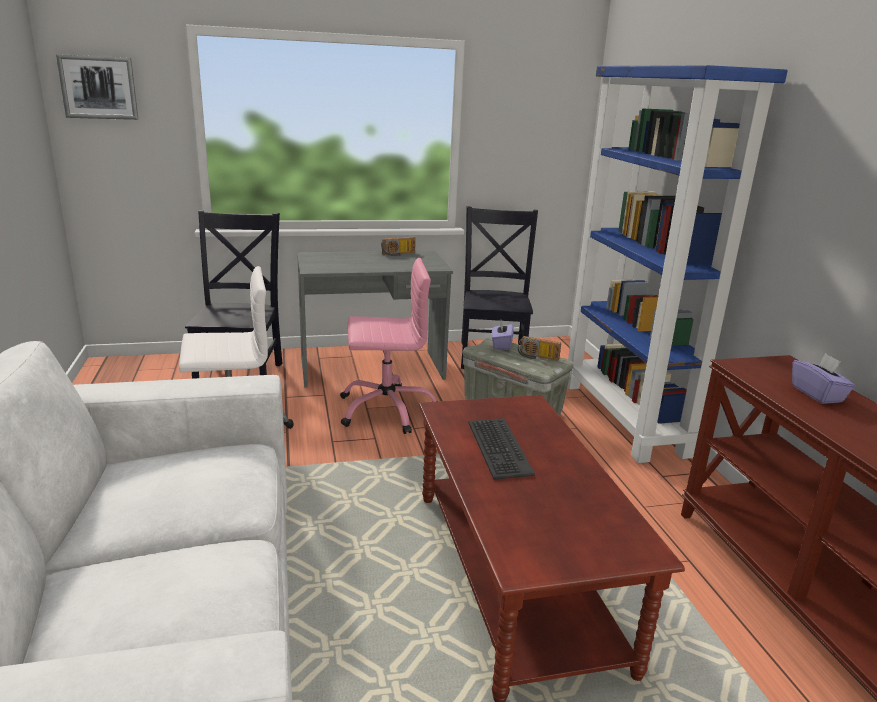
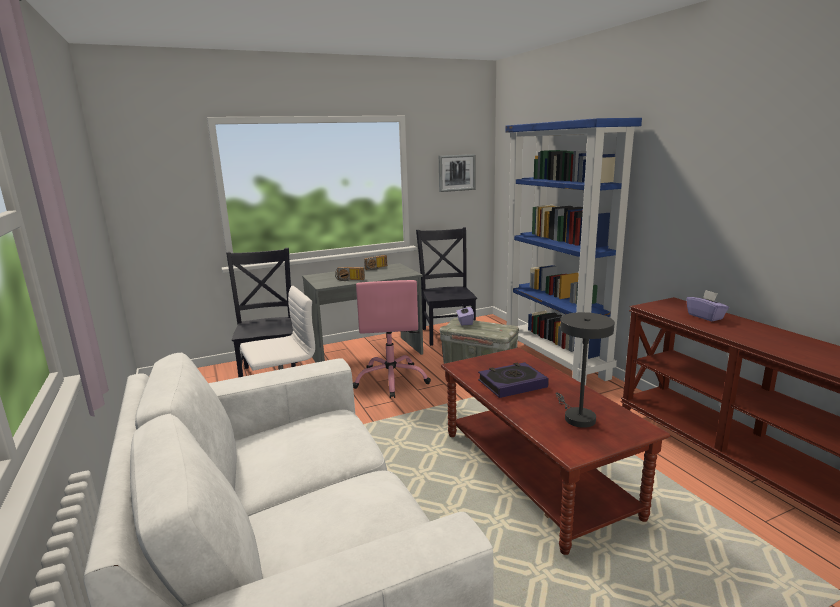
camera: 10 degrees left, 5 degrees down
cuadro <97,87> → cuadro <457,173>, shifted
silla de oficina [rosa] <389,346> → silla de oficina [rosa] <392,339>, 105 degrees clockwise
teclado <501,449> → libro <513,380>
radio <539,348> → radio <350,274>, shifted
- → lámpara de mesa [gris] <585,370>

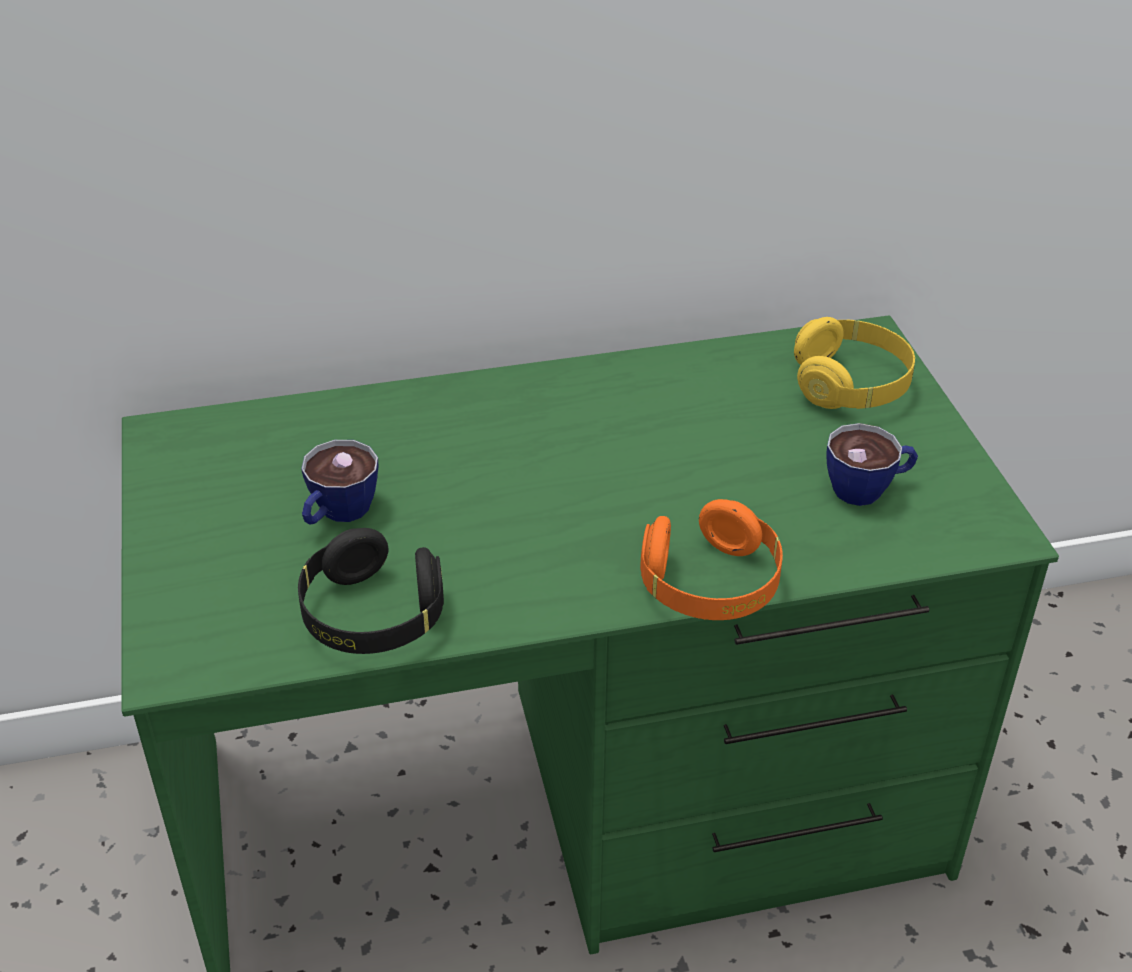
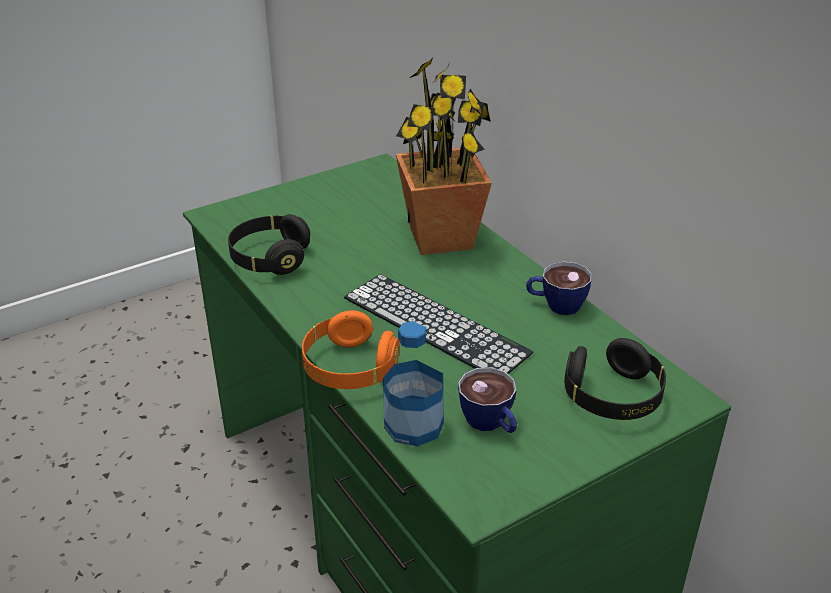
camera: 70 degrees right, 5 degrees down
taza <339,482> → taza <559,288>, shifted
auriculares [amarillo] <854,363> → auriculares [negro] <615,379>
- → teclado <438,324>
- → botella <413,383>
- → planta en maceta <444,156>

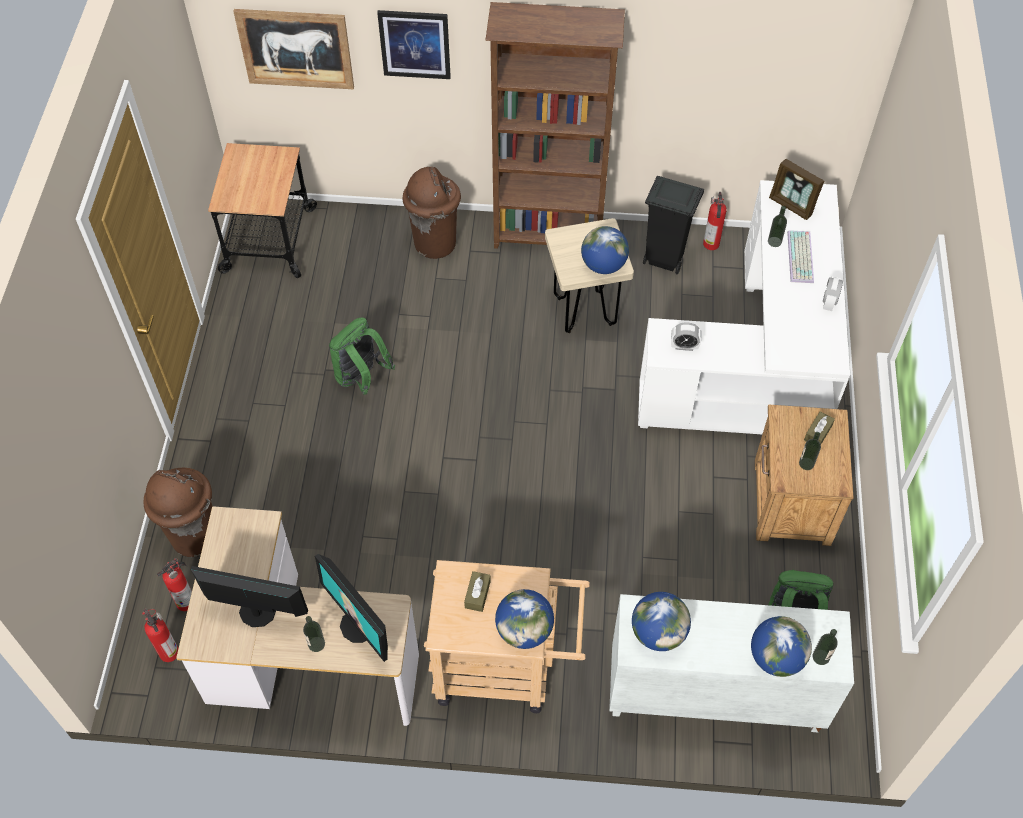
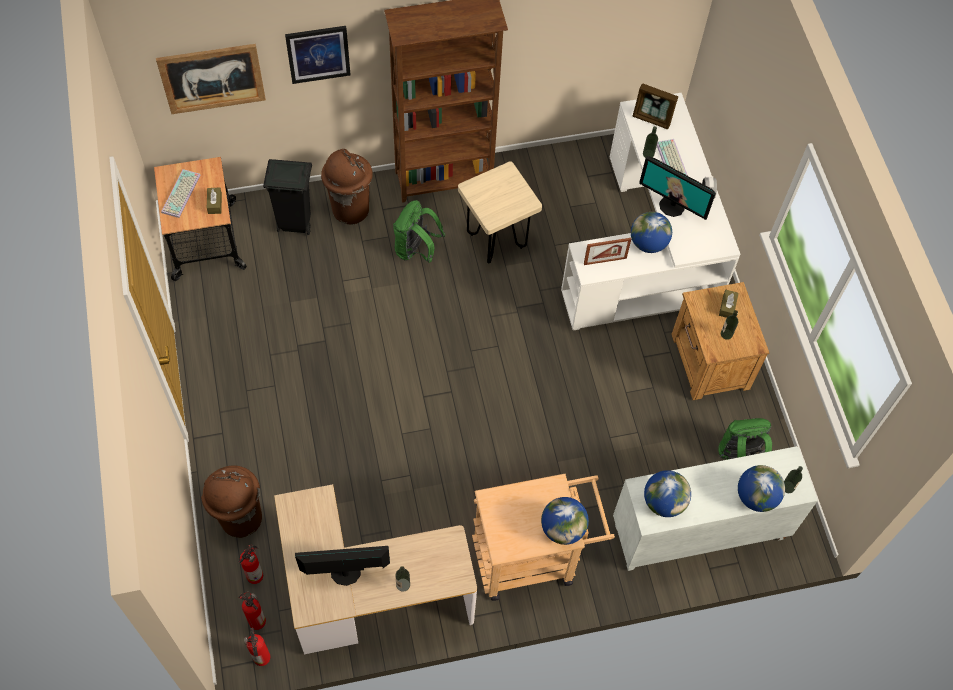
camera: 20 degrees left, 5 degrees up
monitor <351,608> → monitor <677,188>, shifted
mochila [verde] <362,356> → mochila [verde] <419,231>, shifted
caja de pañuelos [marrón] <477,591> → caja de pañuelos [marrón] <214,200>, shifted
globo terráqueo <605,250> → globo terráqueo <651,232>, shifted
papelera [negro] <673,225> → papelera [negro] <287,197>, shifted
despertador <686,337> → portarretratos <607,251>
extintor <715,221> → extintor <257,647>, shifted
- → teclado <181,193>

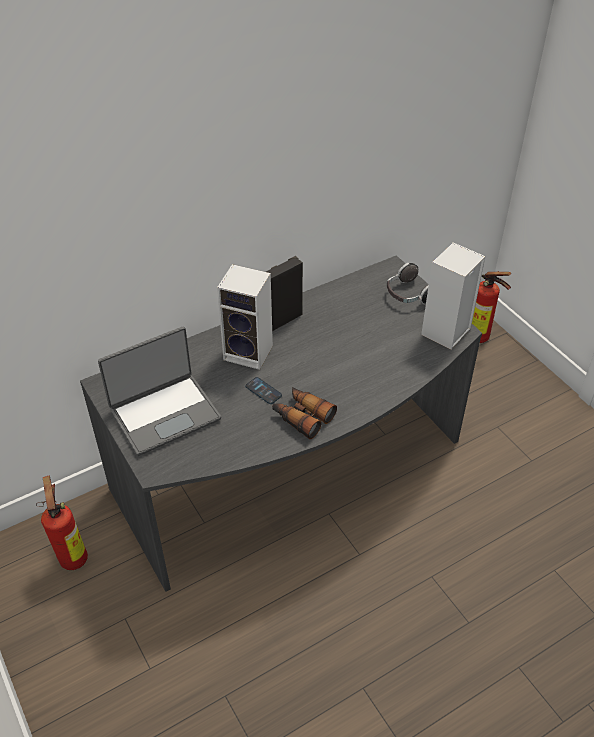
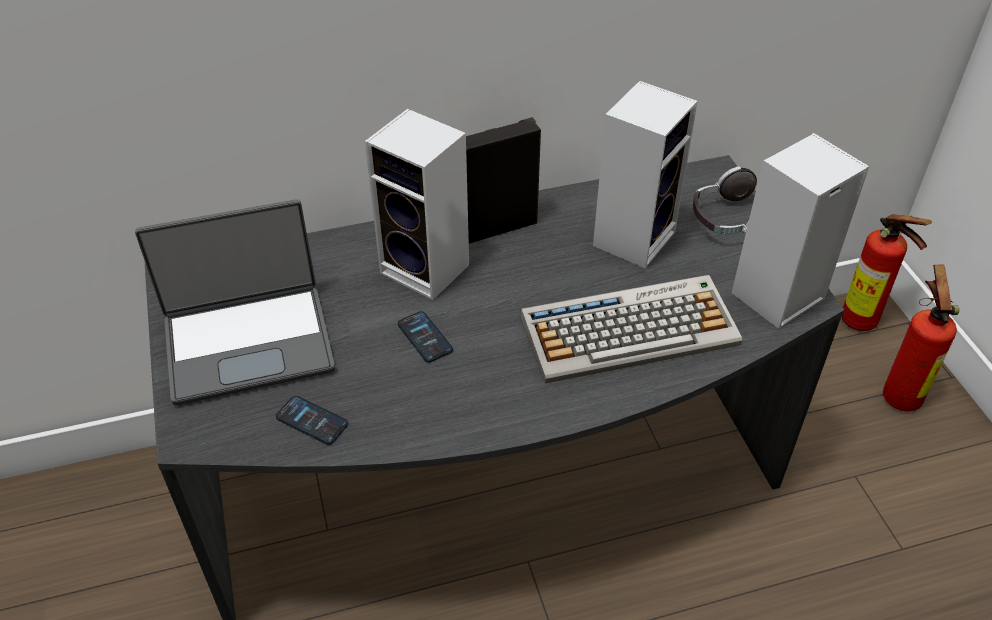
camera: 15 degrees right, 0 degrees up
extintor <62,522> → extintor <921,338>, shifted
prismáticos <304,413> → -
- → móvil <312,420>
- → teclado <631,329>
- → altavoz <645,174>

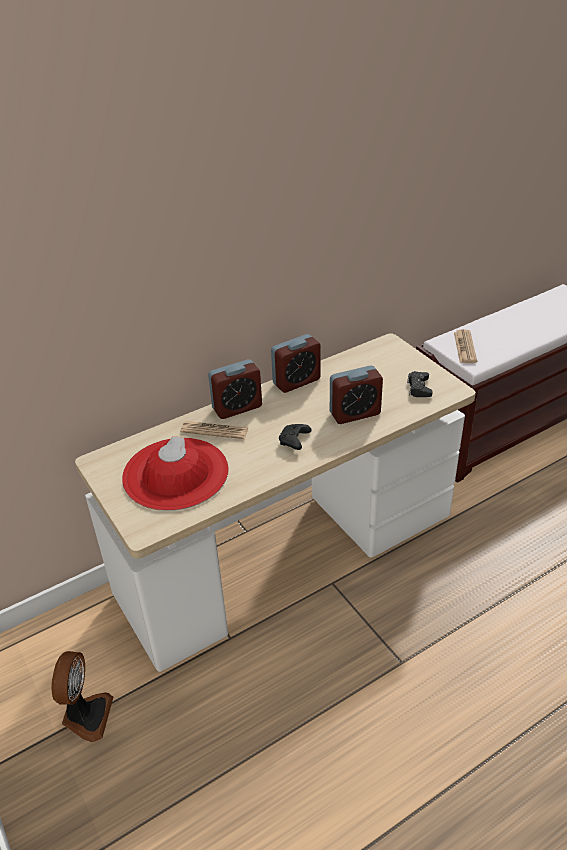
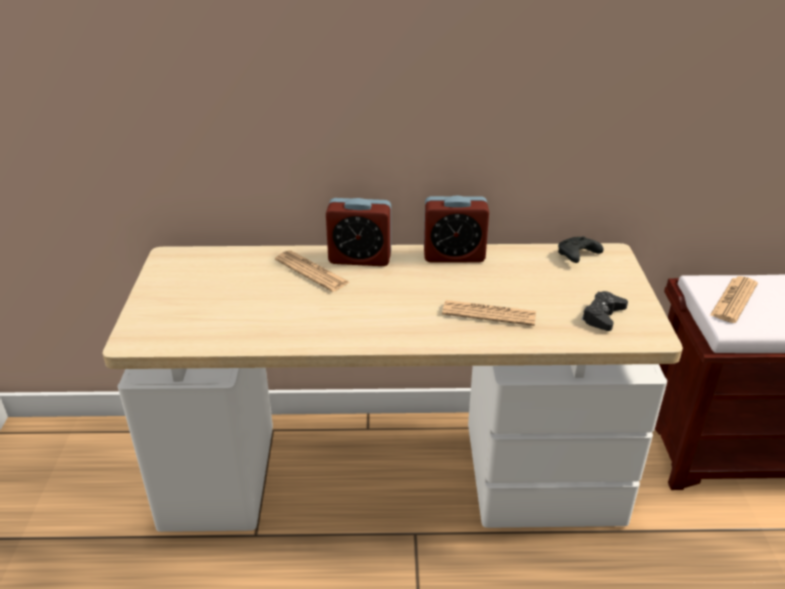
camera: 30 degrees right, 5 degrees down
ventilador <82,696> → -
sombrero [rojo] <175,474> → -
mando de consola [negro] <295,437> → mando de consola [negro] <581,249>, shifted
despertador <356,394> → periódico <489,313>

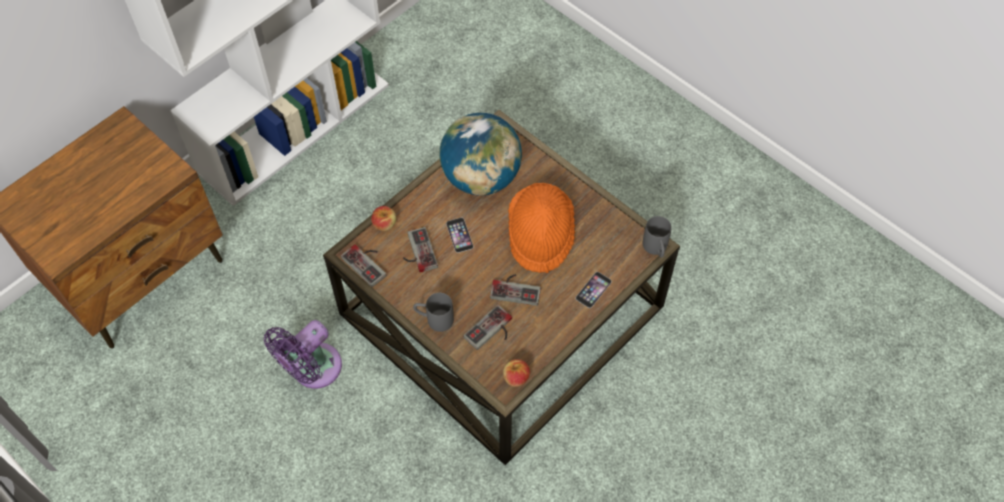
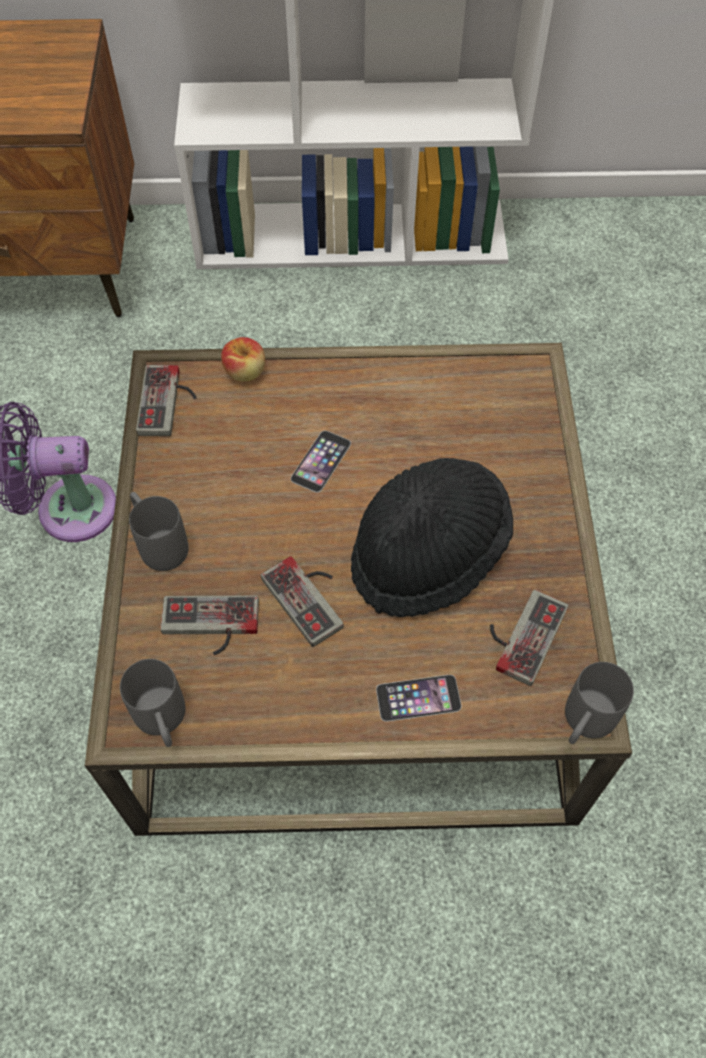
camera: 45 degrees right, 0 degrees up
mando de consola <420,250> → mando de consola <529,638>, shifted
globo terráqueo <480,154> → -
manzana <516,373> → taza grande [gris] <153,703>
sombrero [naranja] <541,228> → sombrero [negro] <432,537>

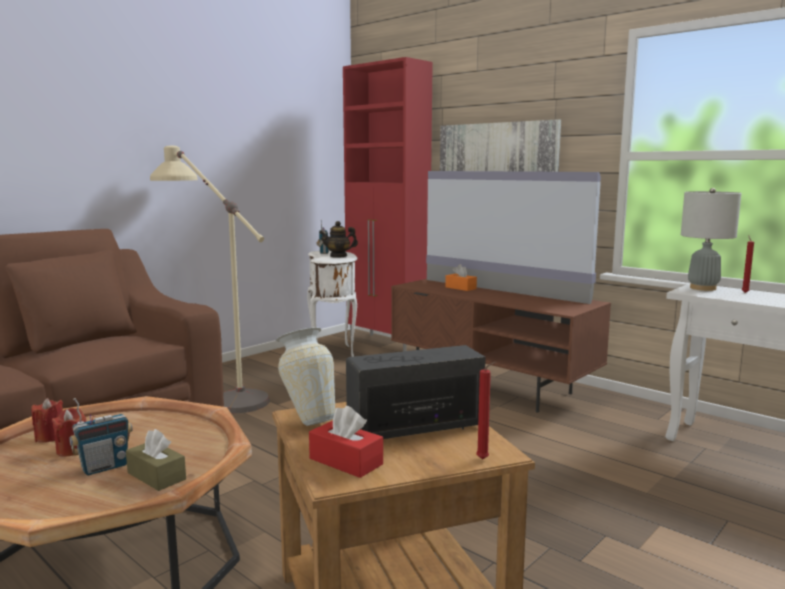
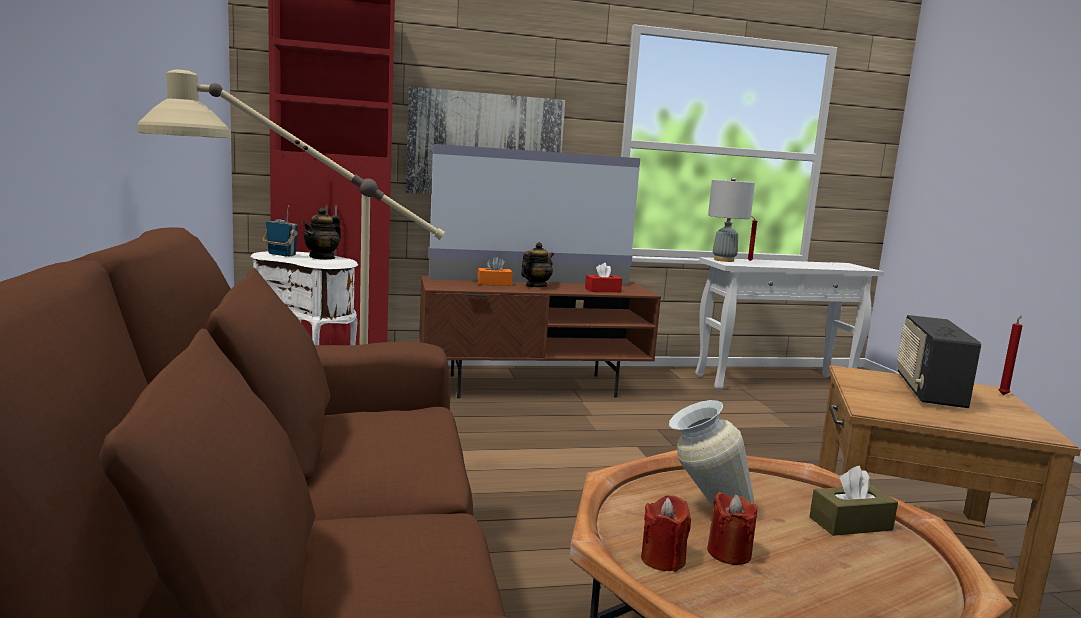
camera: 55 degrees left, 0 degrees up
radio <100,436> → -
florero <305,376> → florero <711,454>, shifted
caja de pañuelos [rojo] <346,442> → caja de pañuelos [rojo] <603,277>, shifted
- → tetera <537,264>

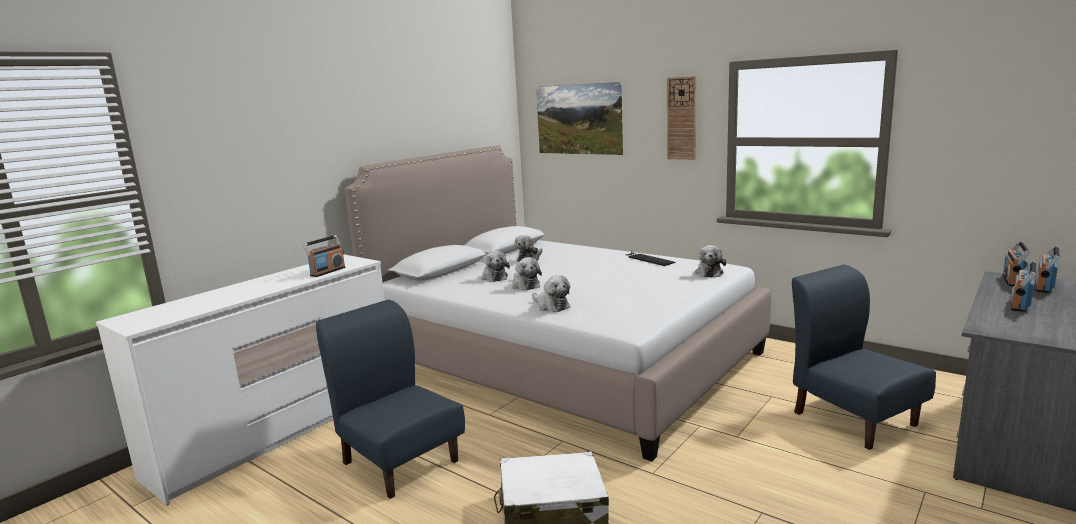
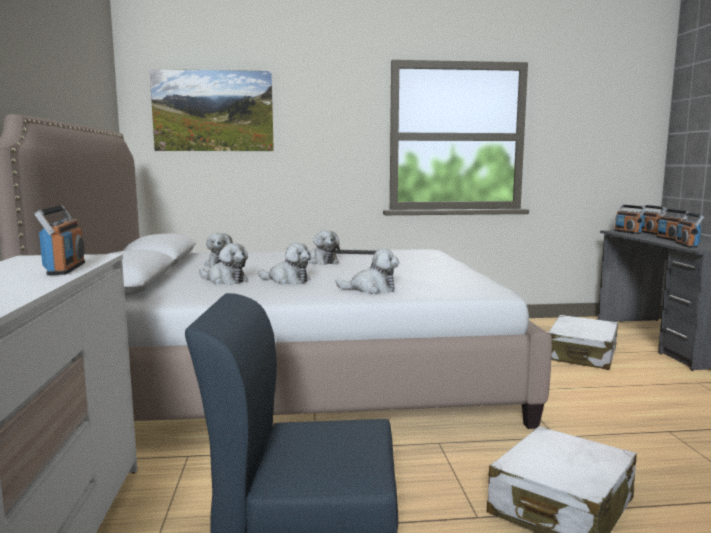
camera: 45 degrees left, 5 degrees down
reloj de pared <682,118> → -
peluche <710,261> → peluche <324,247>, shifted
silla [azul] <864,357> → maleta [blanco] <583,342>
- → radio <689,230>

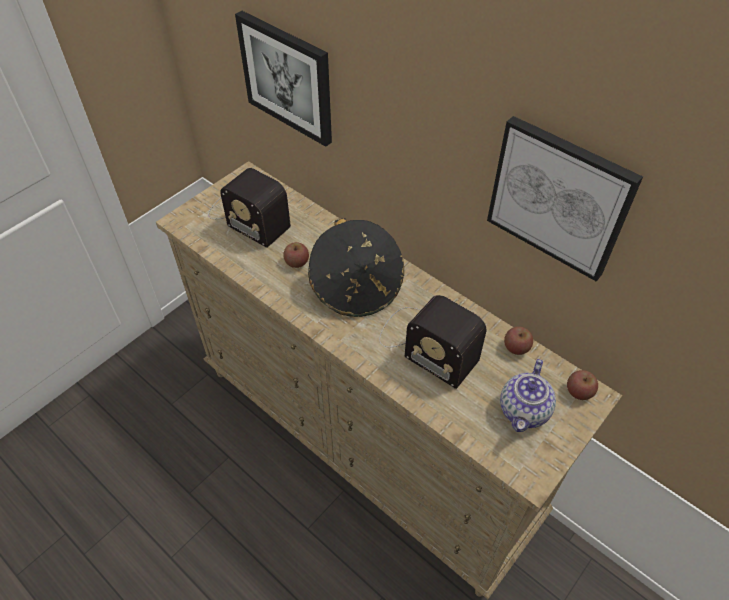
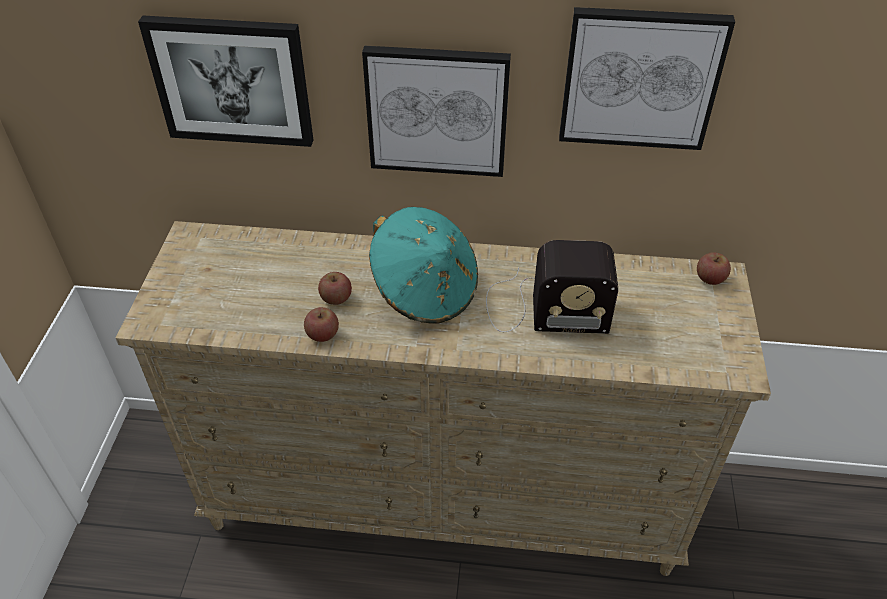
camera: 35 degrees left, 5 degrees down
radio <249,208> → -
sombrero [negro] <356,267> → sombrero [turquesa] <423,265>
tetera <528,395> → -
manzana <518,341> → manzana <321,324>, shifted
- → cuadro <436,111>

